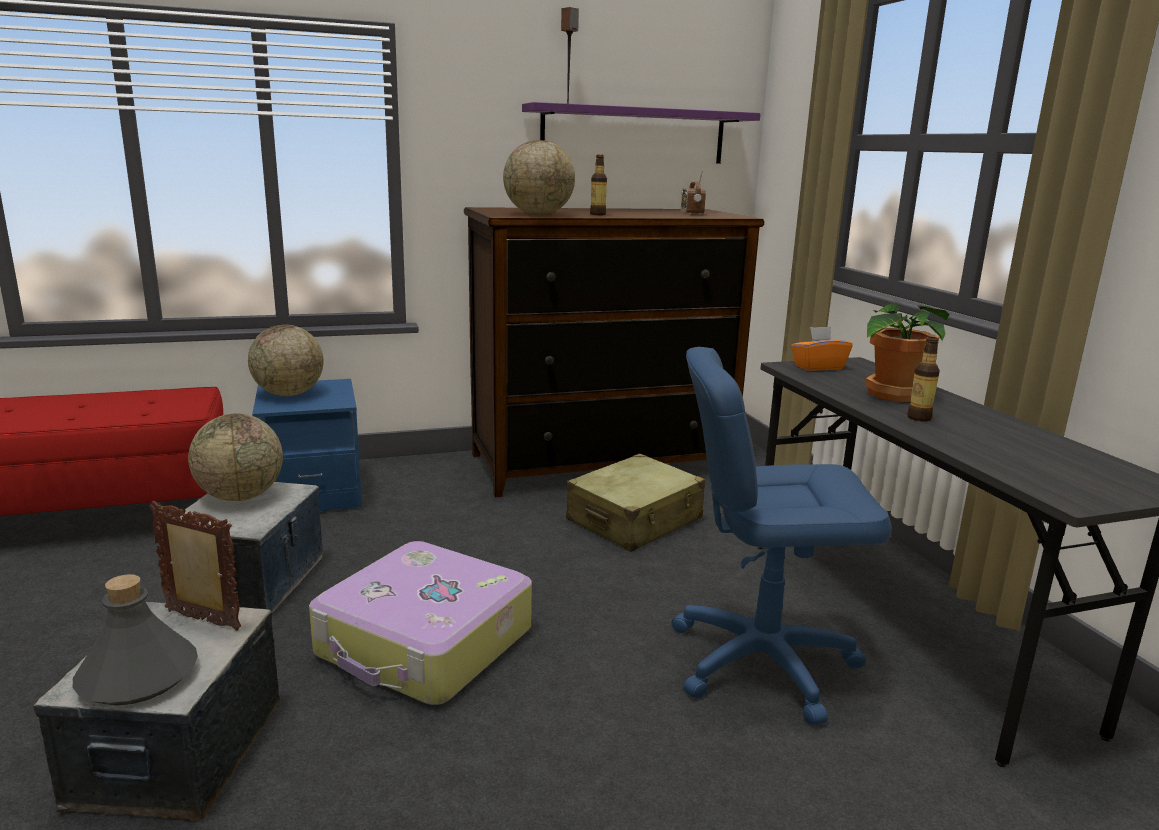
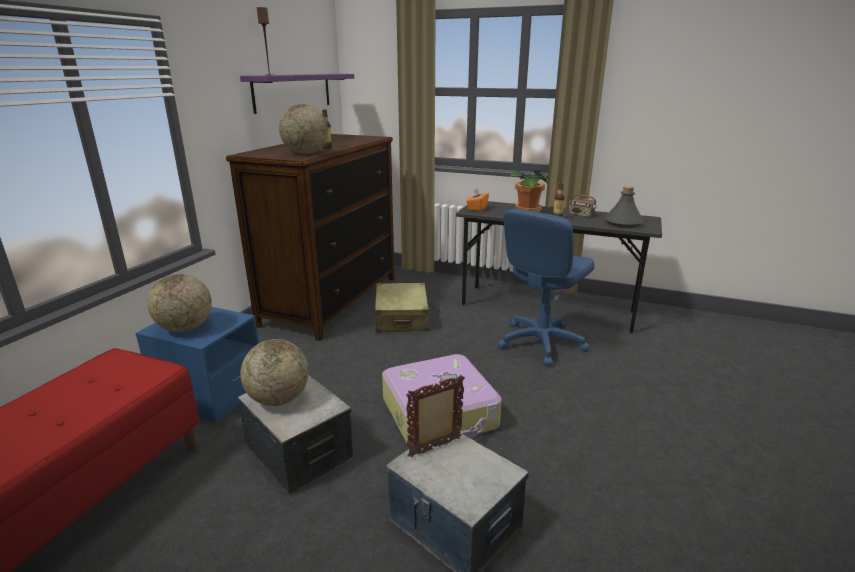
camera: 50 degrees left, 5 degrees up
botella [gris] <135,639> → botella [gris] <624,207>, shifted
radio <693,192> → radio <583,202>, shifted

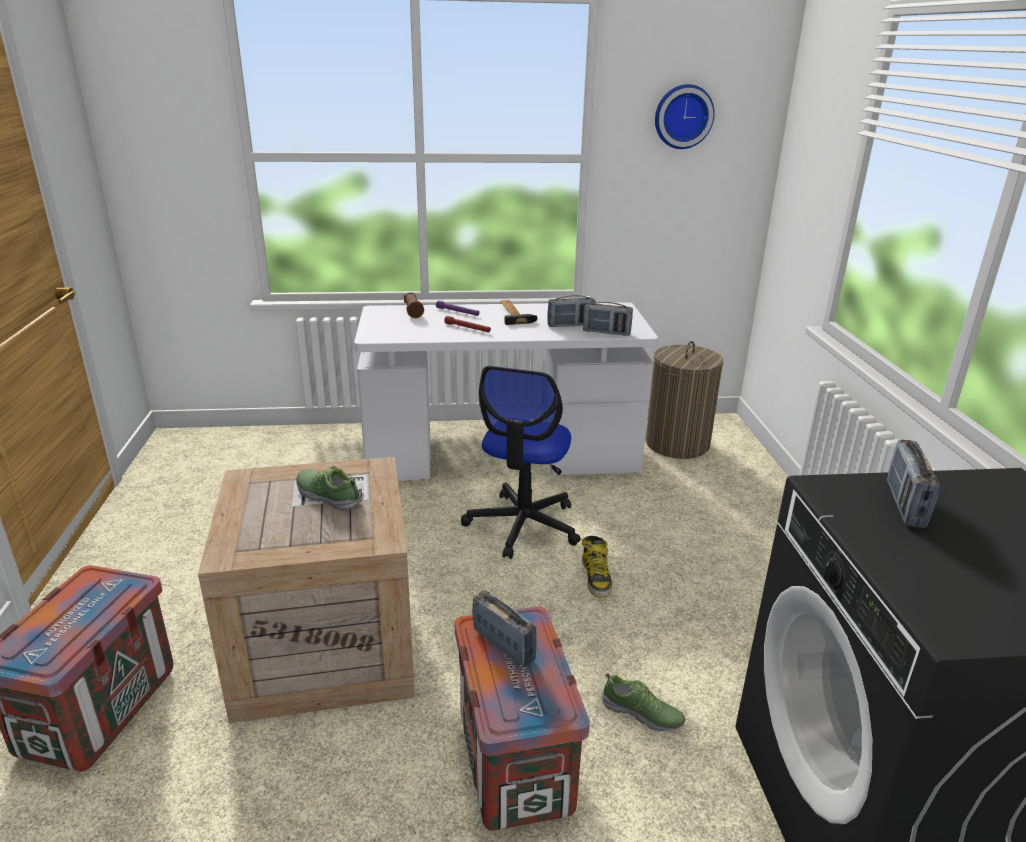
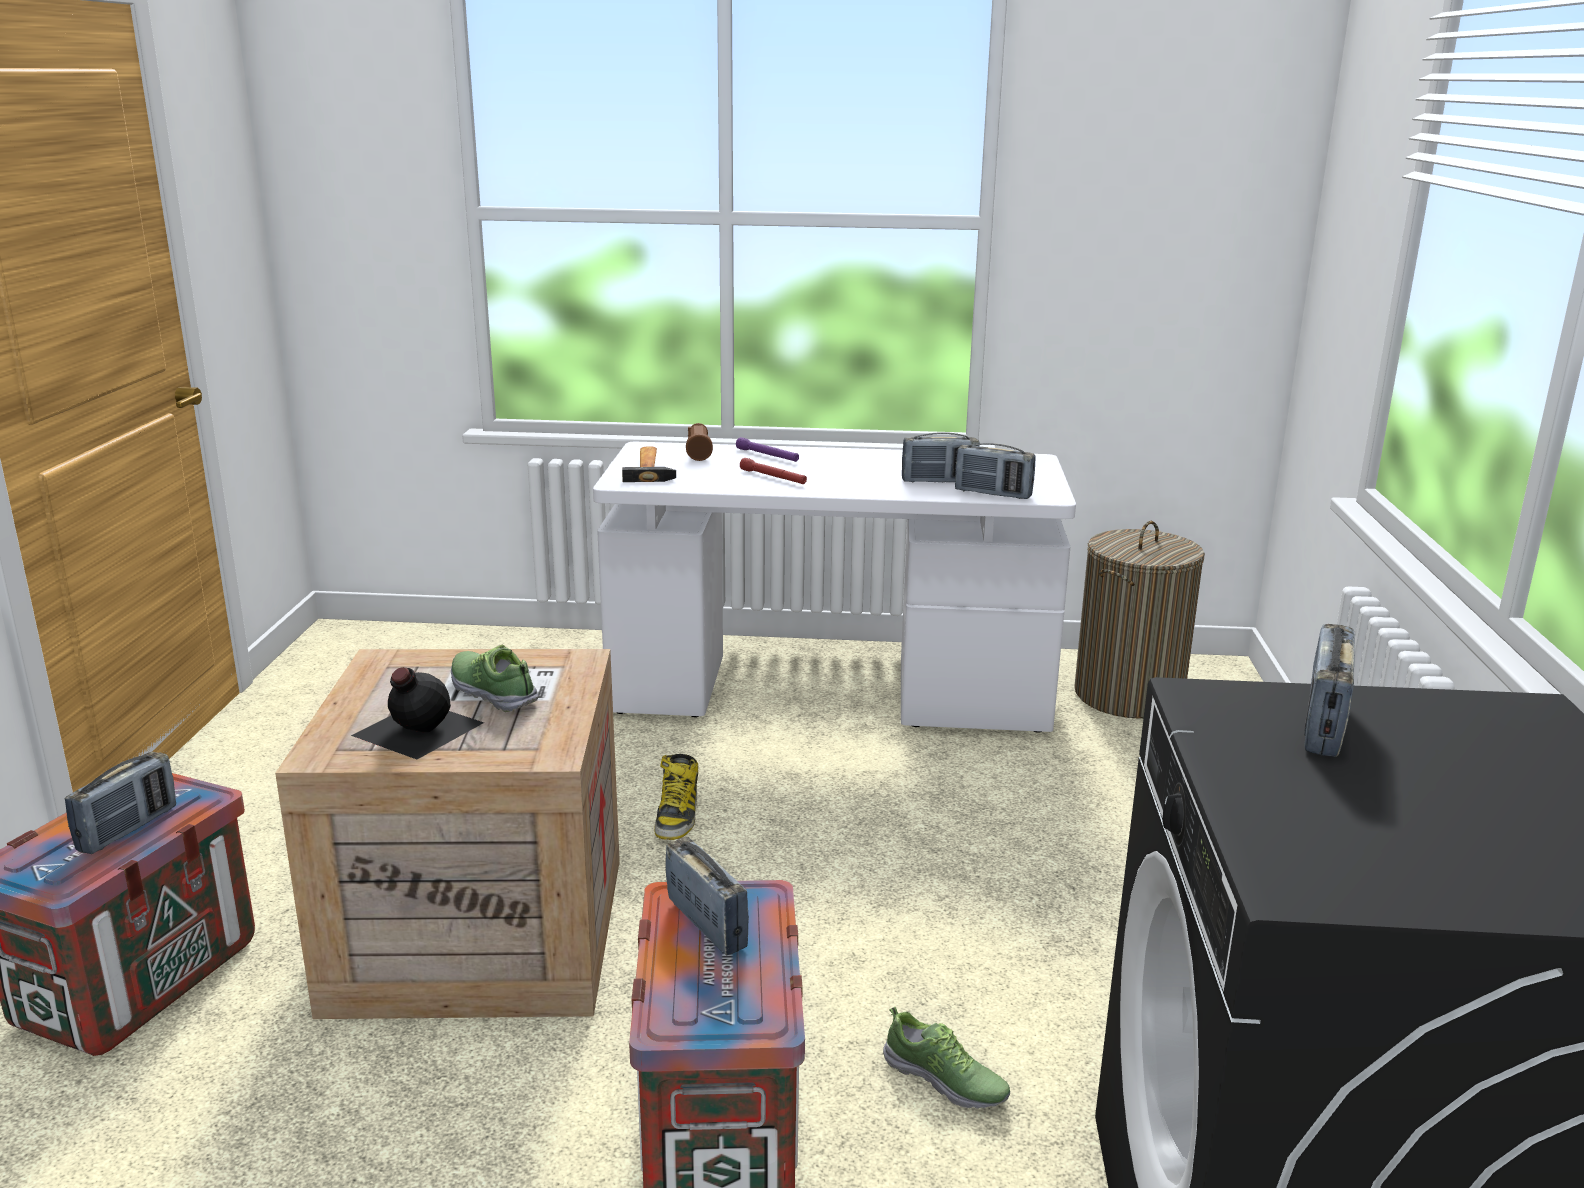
camera: 10 degrees right, 5 degrees down
silla de oficina <521,462> → -
martillo <519,312> → martillo <649,464>, shifted
bota <597,567> → bota <676,797>, shifted
reloj de pared <685,116> → -
- → radio <120,803>
- → botella [negro] <417,713>

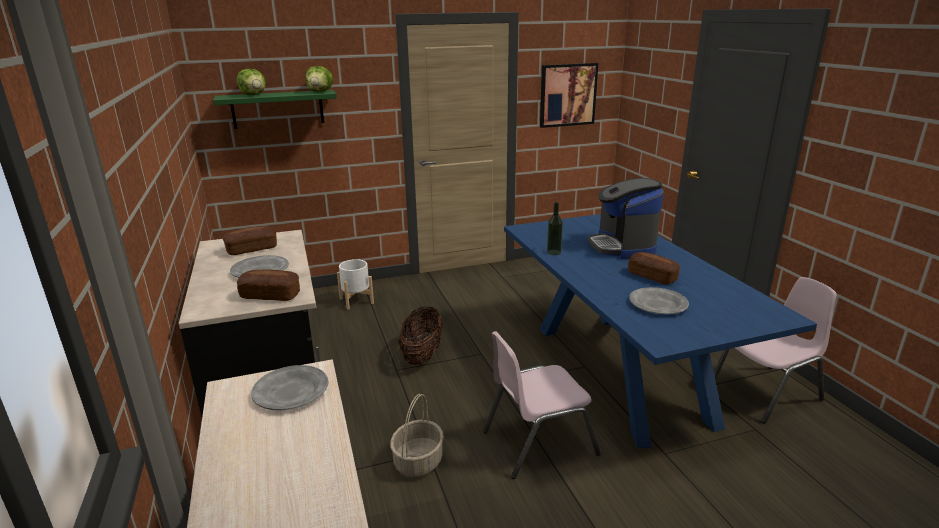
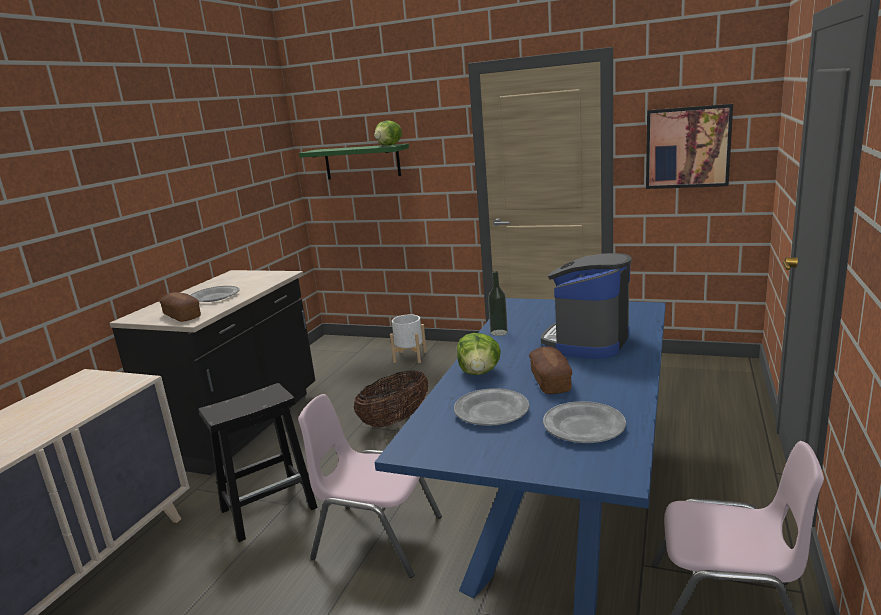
camera: 40 degrees right, 5 degrees down
pan <250,240> → -
lechuga <251,82> → lechuga <479,354>, shifted
plato [gris] <290,387> → plato [gris] <584,422>, shifted
cesta <417,435> → taburete [negro] <257,462>

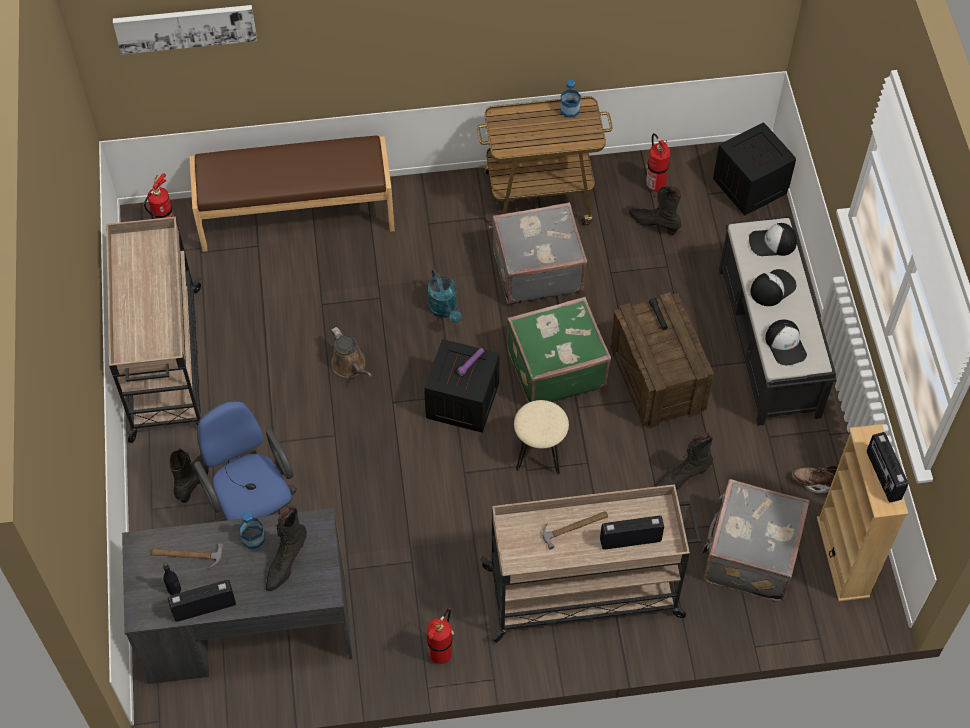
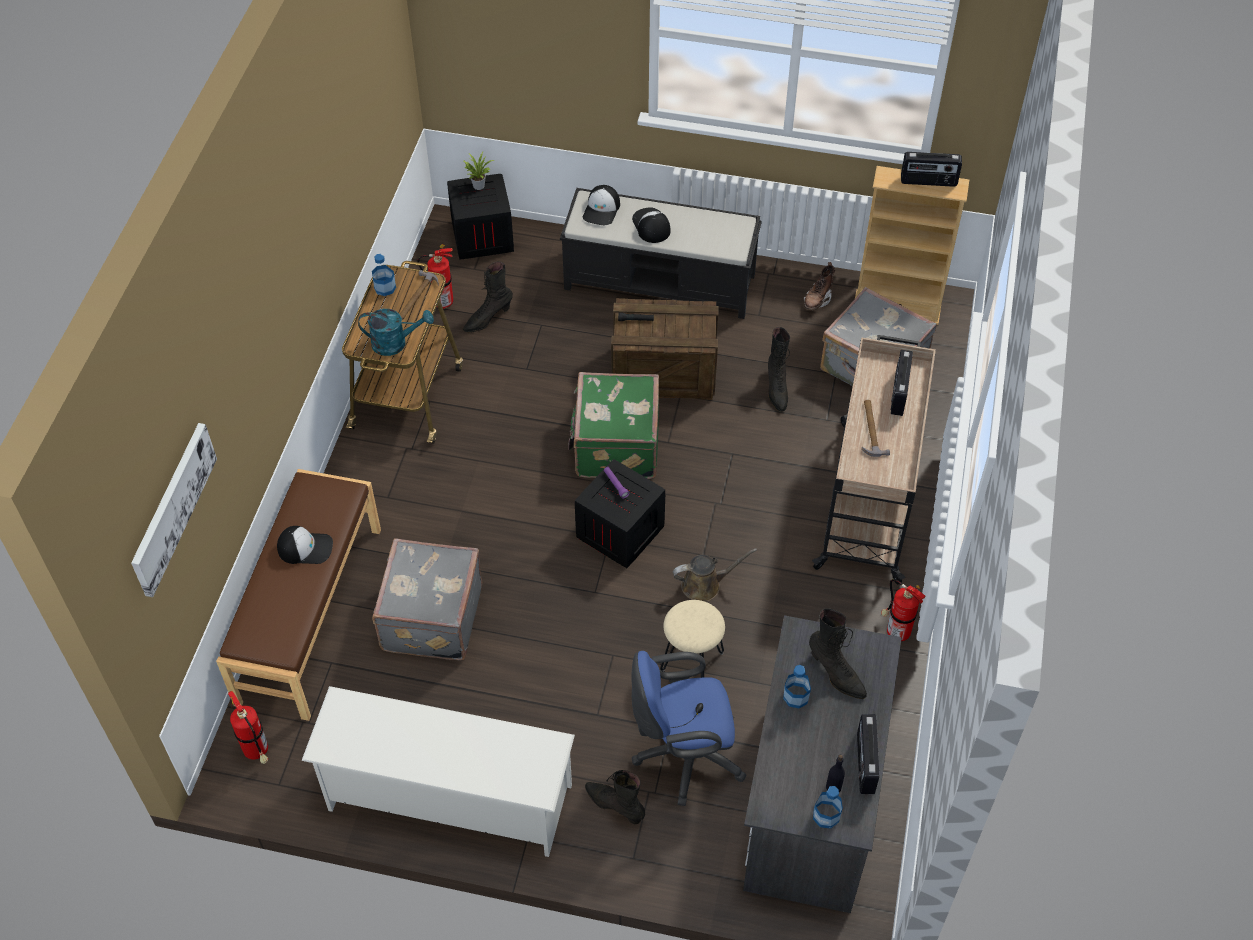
camera: 70 degrees left, 5 degrees down
carrito [beis] <154,330> → zapatero [blanco] <438,771>
martillo <187,556> → martillo <419,295>, shifted
regadera [marrón] <351,352> → regadera [marrón] <715,575>, shifted
regadera [turquesa] <445,296> → regadera [turquesa] <396,332>, shifted
maleta [gris] <539,253> → maleta [gris] <427,599>, shifted
taburete [beis] <541,437> → taburete [beis] <692,639>, shifted
gorra <786,342> → gorra <305,545>, shifted
- → planta en maceta <479,171>
- → botella <828,807>

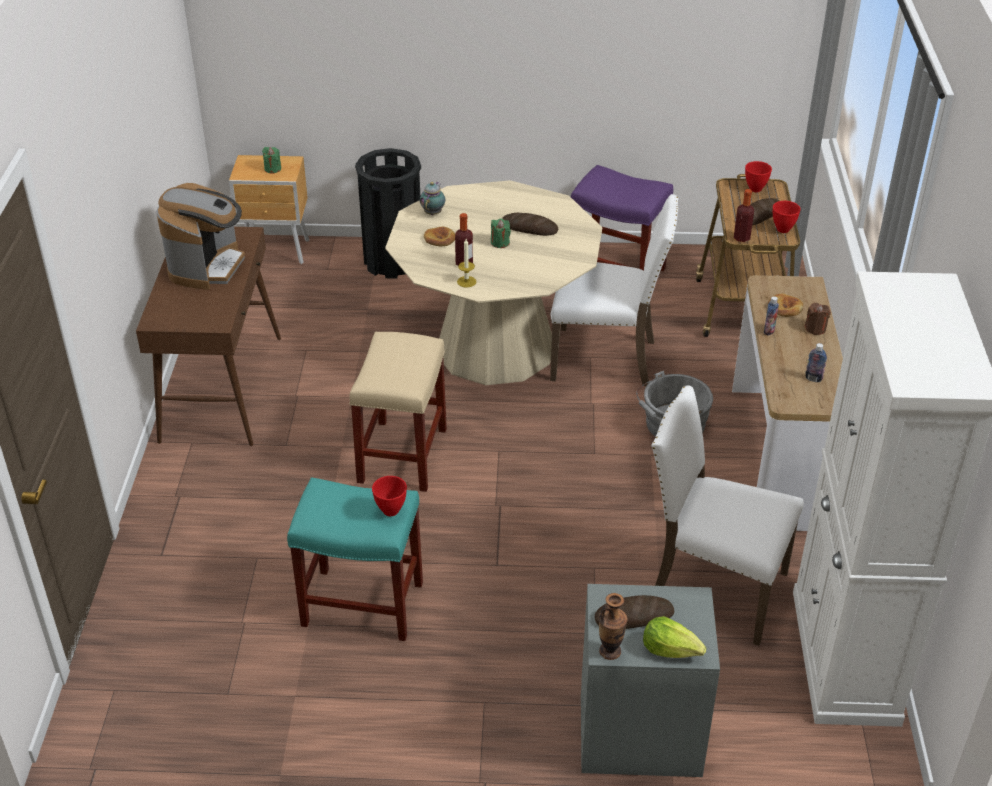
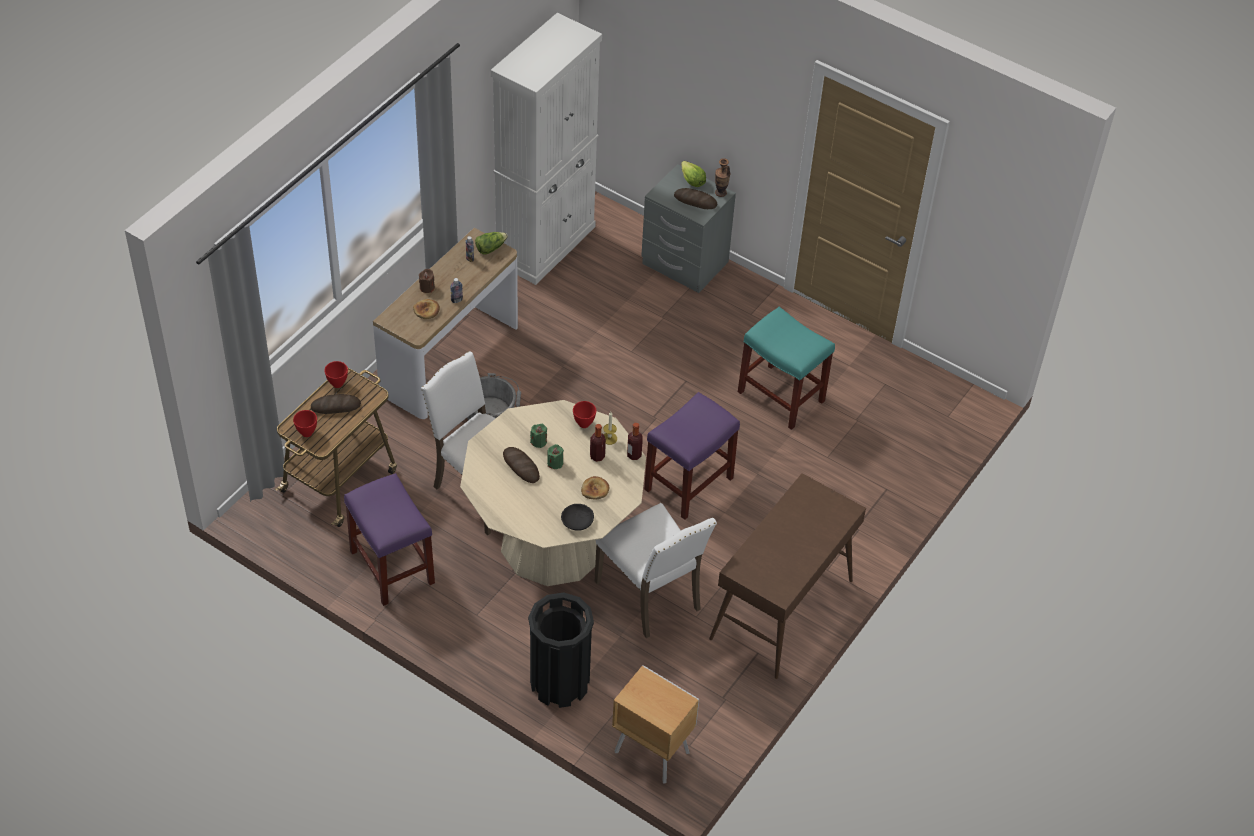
camera: 150 degrees left, 10 degrees up
cafetera <200,236> → -
vela [verde] <271,160> → vela [verde] <538,436>, shifted
taburete [beis] <398,412> → taburete [morado] <692,456>
cuenco [rojo] <389,496> → cuenco [rojo] <584,414>, shifted
tetera <432,198> → cuenco [negro] <577,517>
silla [blanco] <727,516> → silla [blanco] <656,570>, shifted
botella <744,215> → botella <635,441>, shifted
- → lechuga <491,243>

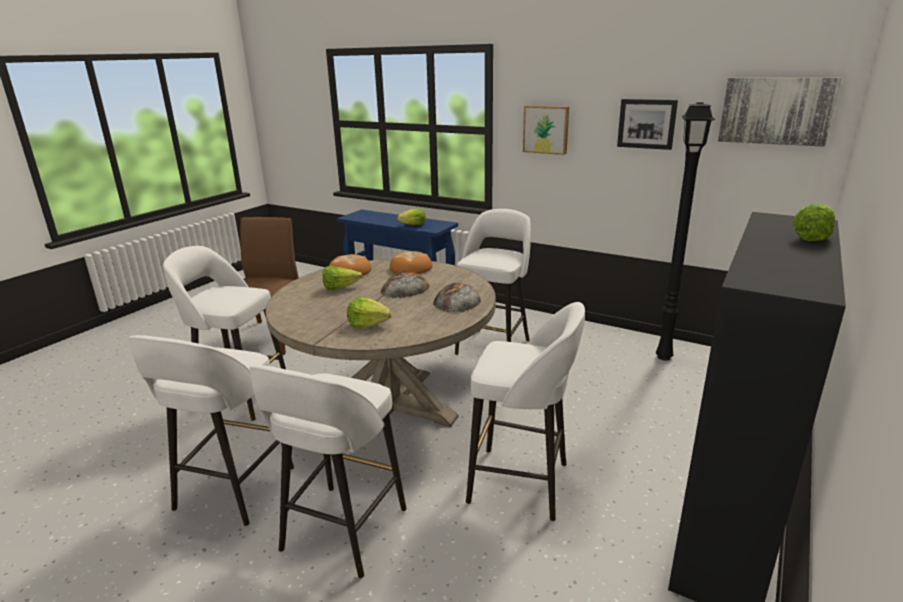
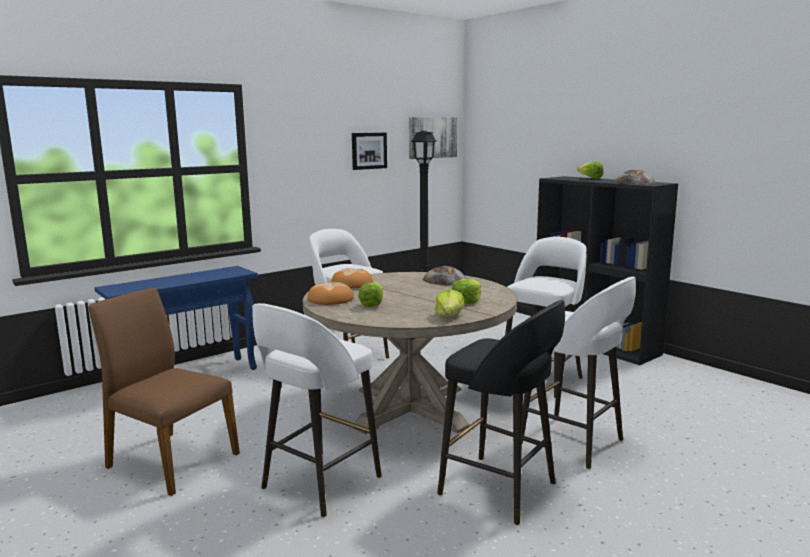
camera: 70 degrees left, 10 degrees down
taburete [blanco] <211,430> → taburete [negro] <501,412>
pan <405,284> → pan <635,177>, shifted
lechuga <411,216> → lechuga <450,302>, shifted
cuadro <546,130> → -

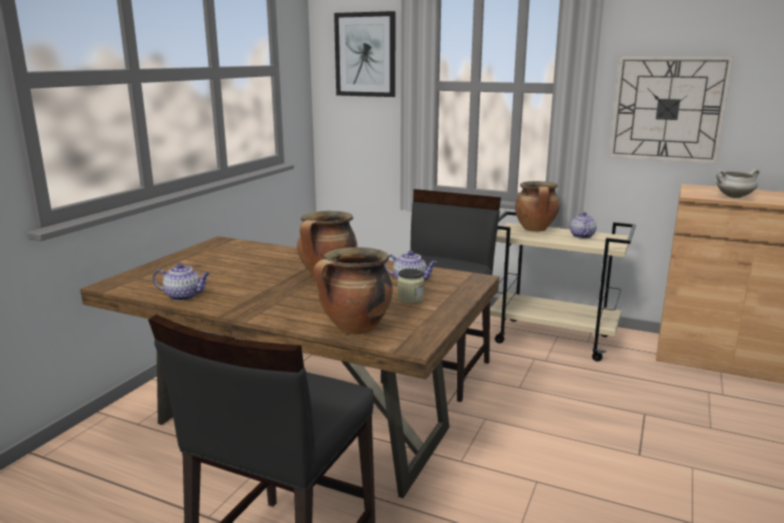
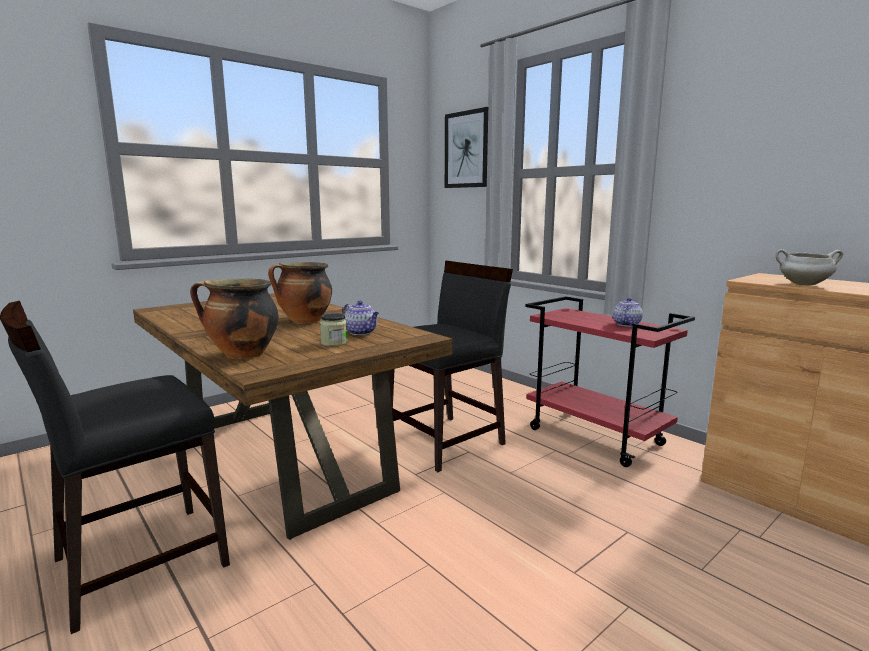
camera: 25 degrees right, 5 degrees down
tetera <181,282> → -
carrito [beis] <563,286> → carrito [rojo] <610,381>
olla <537,206> → -
reloj de pared <671,110> → -

